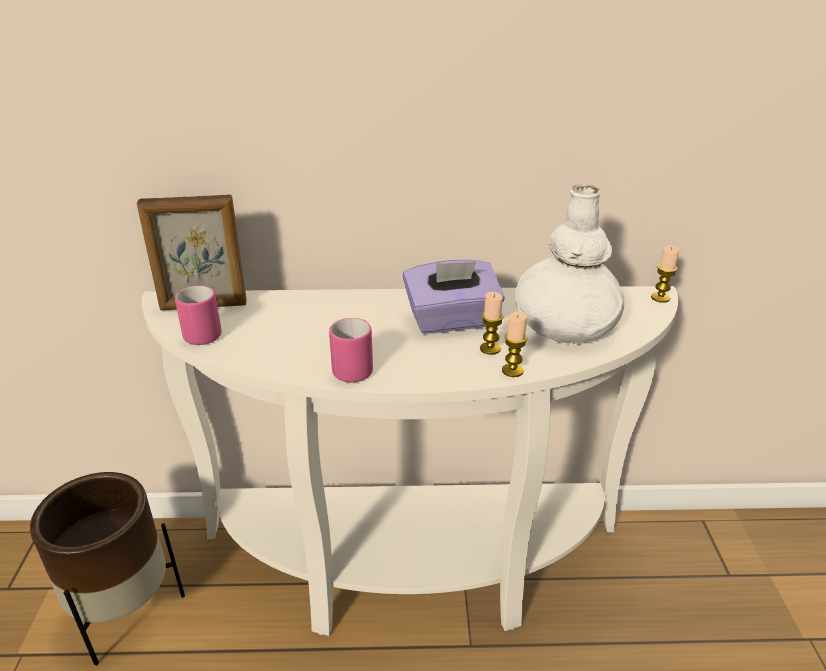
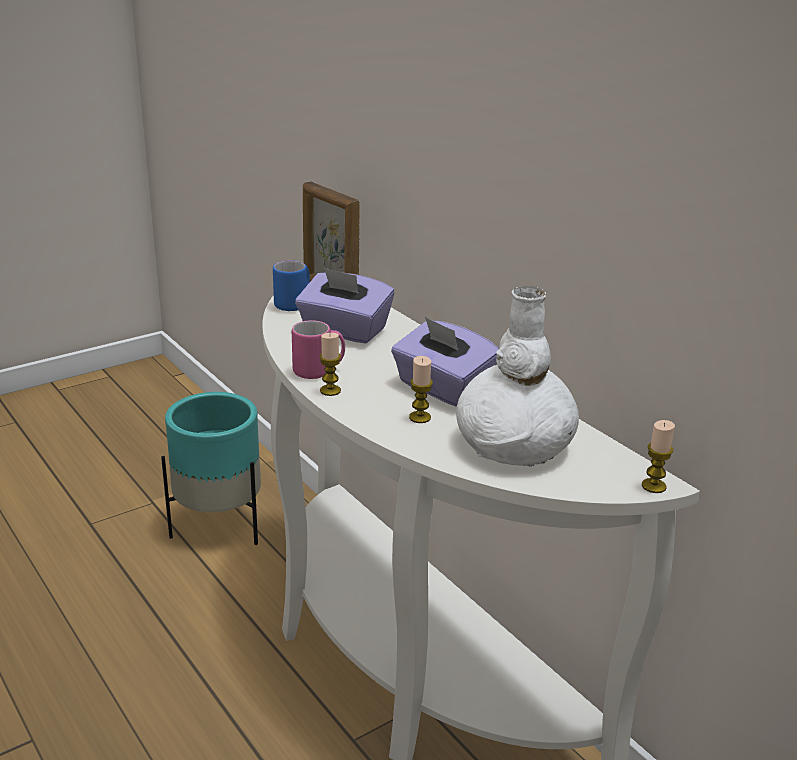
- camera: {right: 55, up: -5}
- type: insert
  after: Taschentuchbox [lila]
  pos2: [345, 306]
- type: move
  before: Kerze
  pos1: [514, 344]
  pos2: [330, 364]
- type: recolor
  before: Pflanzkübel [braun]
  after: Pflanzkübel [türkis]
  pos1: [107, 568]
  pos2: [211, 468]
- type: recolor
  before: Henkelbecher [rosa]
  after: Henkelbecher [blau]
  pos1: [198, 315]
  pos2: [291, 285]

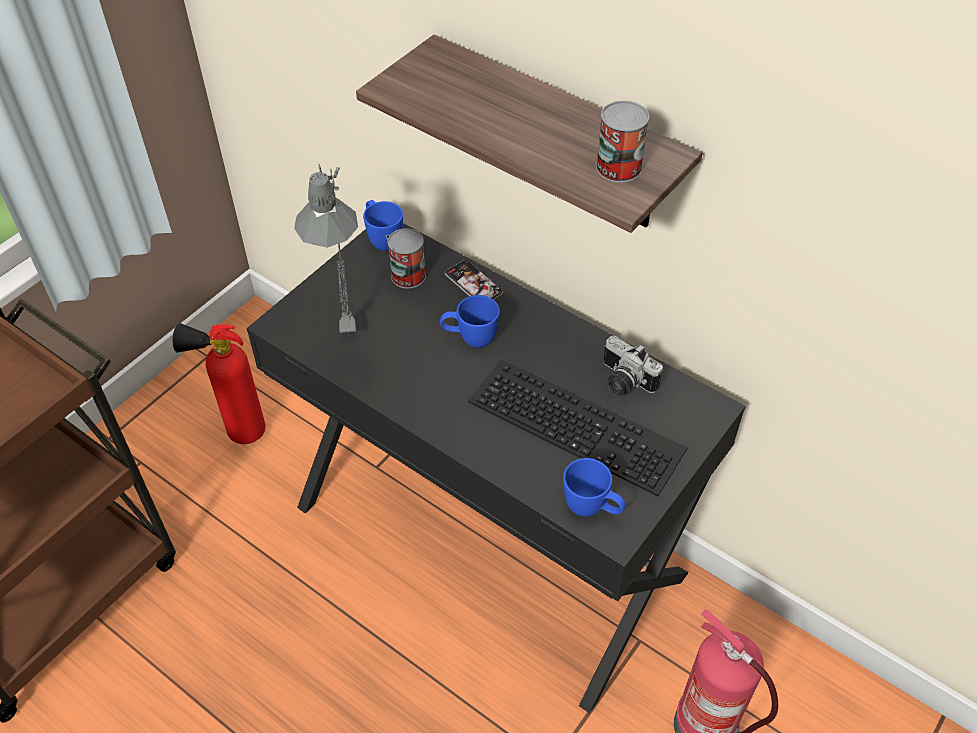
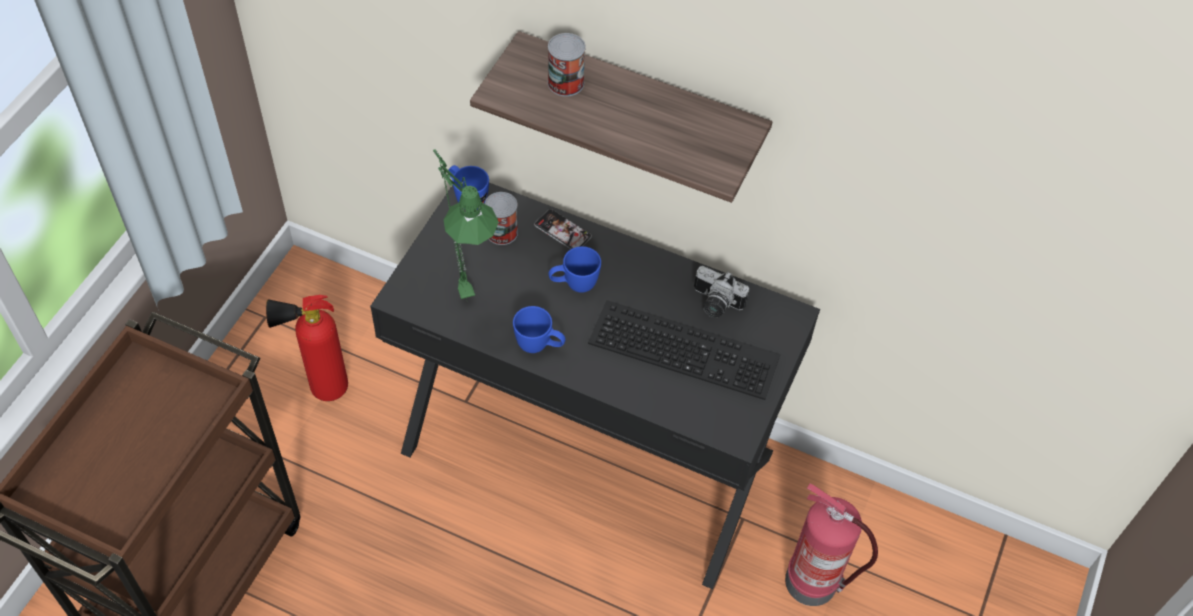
- camera: {right: -15, up: 5}
- type: move
  before: Henkelbecher [blau]
  pos1: [594, 487]
  pos2: [539, 329]
- type: move
  before: Dose
  pos1: [622, 142]
  pos2: [567, 65]
- type: recolor
  before: Tischlampe [grau]
  after: Tischlampe [grün]
  pos1: [326, 248]
  pos2: [465, 224]

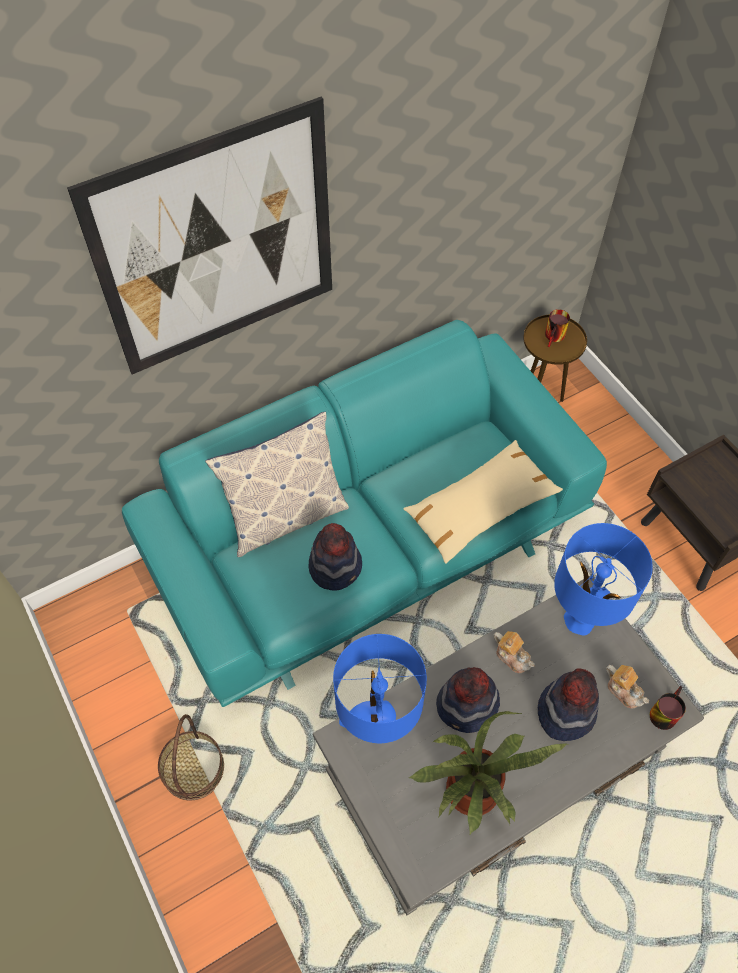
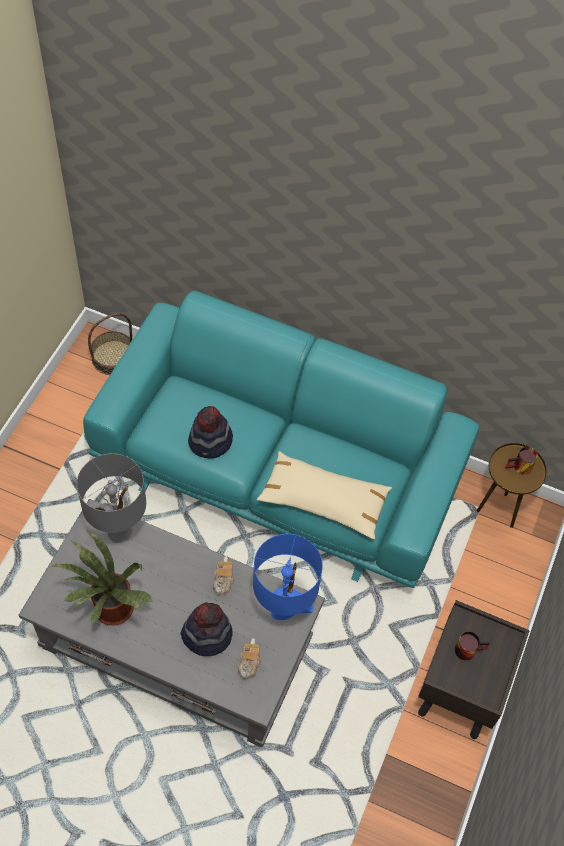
- camera: {right: 50, up: 0}
- type: delete
  before: Bild
  pos1: [199, 235]
- type: delete
  before: Kissen
  pos1: [277, 484]
- type: delete
  before: Hut
  pos1: [468, 700]
- type: move
  before: Korb
  pos1: [191, 757]
  pos2: [110, 344]
- type: move
  before: Henkelbecher
  pos1: [668, 708]
  pos2: [472, 645]
- type: recolor
  before: Tischlampe [blau]
  after: Tischlampe [grau]
  pos1: [380, 688]
  pos2: [111, 498]

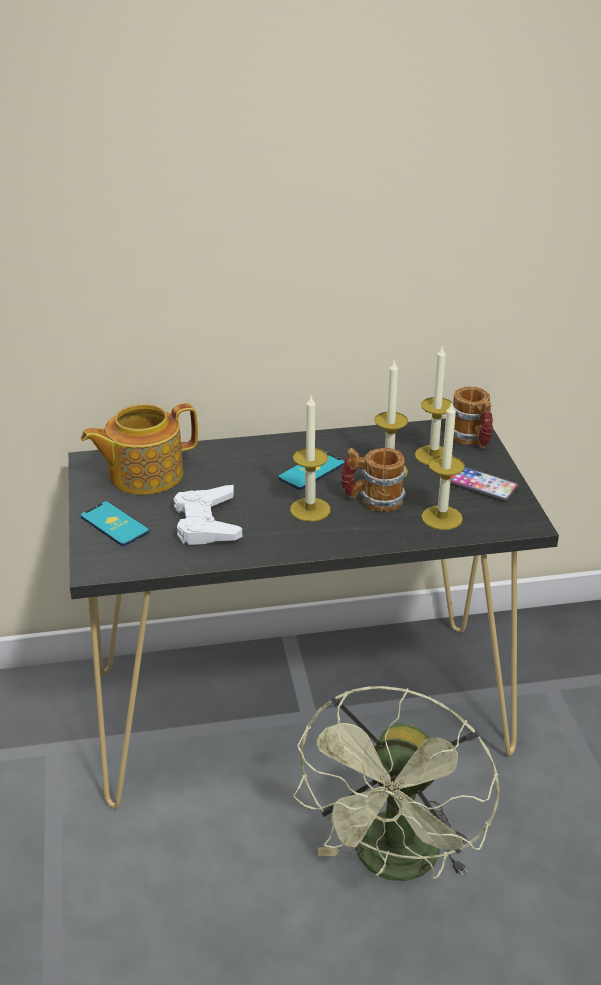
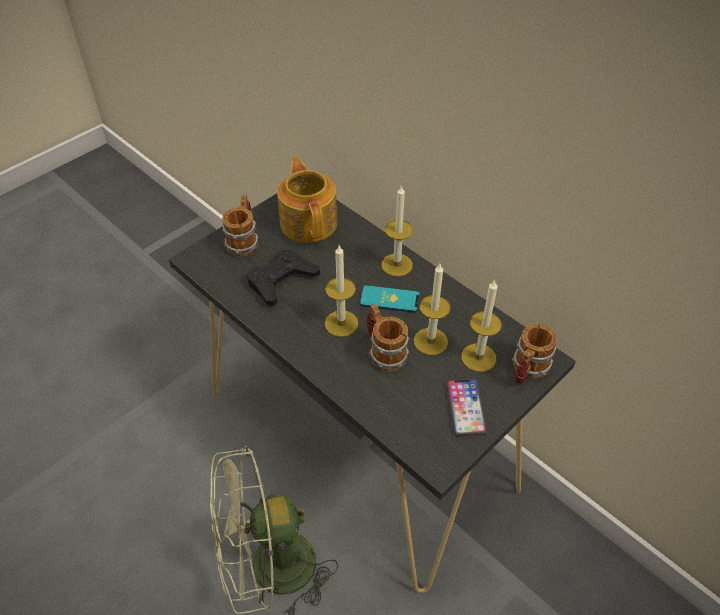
- camera: {right: 55, up: 15}
- type: move
  before: Kerze
  pos1: [443, 466]
  pos2: [397, 231]
- type: replace
  before: Handy
  after: Henkelbecher
  pos1: [115, 523]
  pos2: [240, 225]
- type: recolor
  before: Gamepad [weiß]
  after: Gamepad [schwarz]
  pos1: [208, 515]
  pos2: [283, 277]
- type: rotate
  before: Teekanne
  pos1: [139, 449]
  pos2: [307, 200]
  turn: 45

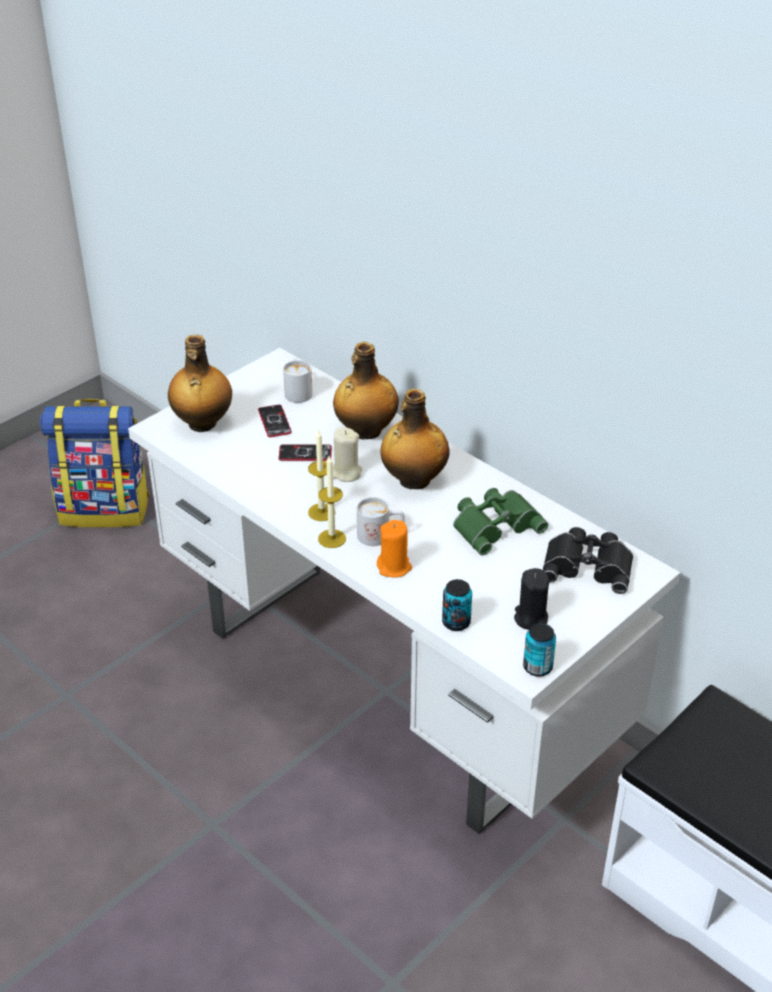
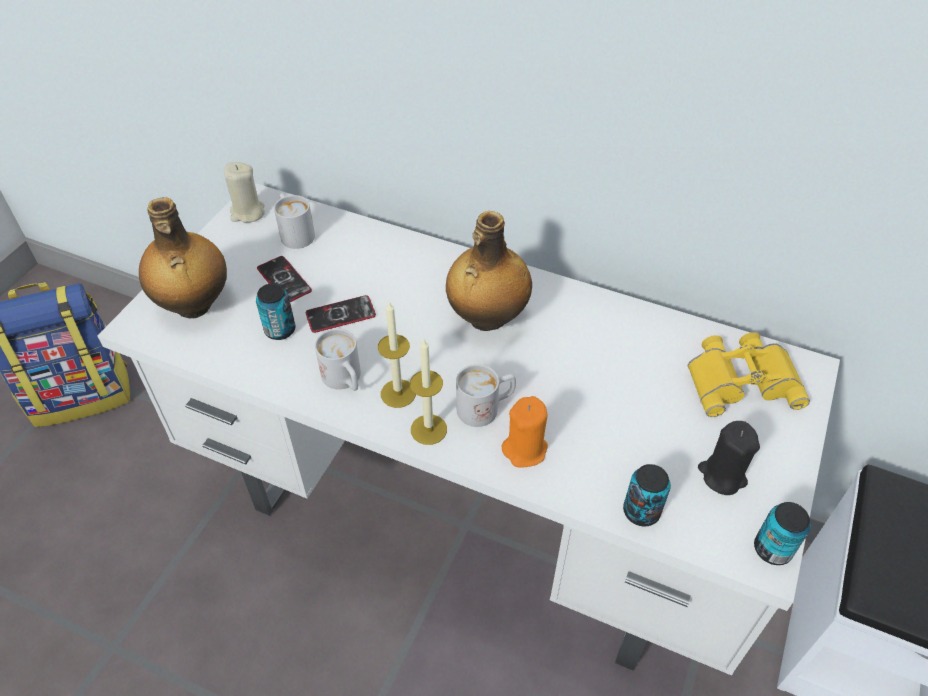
- camera: {right: -20, up: 10}
- type: delete
  before: Flasche
  pos1: [366, 390]
- type: delete
  before: Fernglas [grün]
  pos1: [500, 521]
- type: insert
  after: Dose
  pos2: [276, 311]
- type: insert
  after: Henkelbecher [weiß]
  pos2: [338, 360]
- type: move
  before: Kerze [beige]
  pos1: [348, 454]
  pos2: [244, 192]
- type: recolor
  before: Fernglas [schwarz]
  after: Fernglas [gelb]
  pos1: [588, 560]
  pos2: [749, 374]

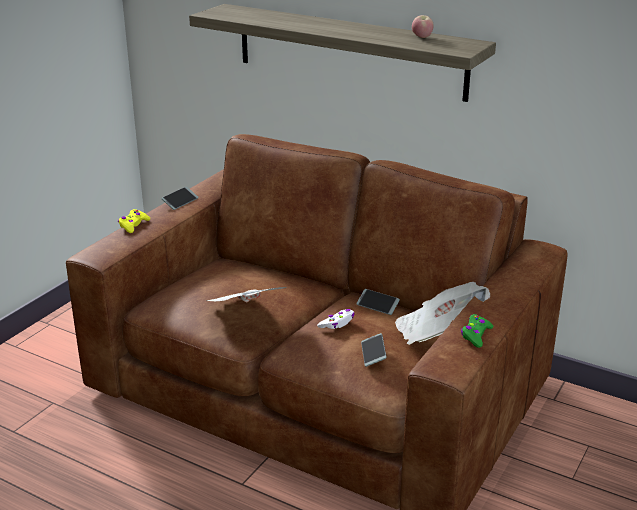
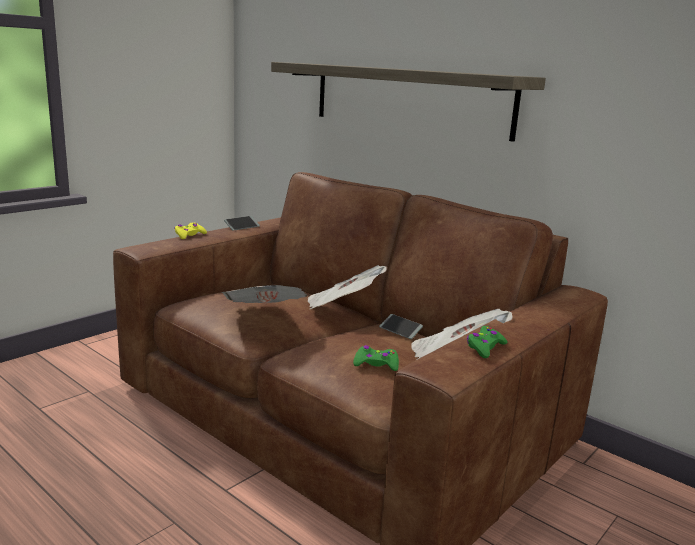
- camera: {right: 10, up: -10}
- type: delete
  before: Gamepad [weiß]
  pos1: [336, 319]
- type: delete
  before: Apfel
  pos1: [423, 26]
- type: insert
  after: Zeitung
  pos2: [347, 287]
- type: replace
  before: Handy
  after: Gamepad [grün]
  pos1: [374, 350]
  pos2: [376, 358]

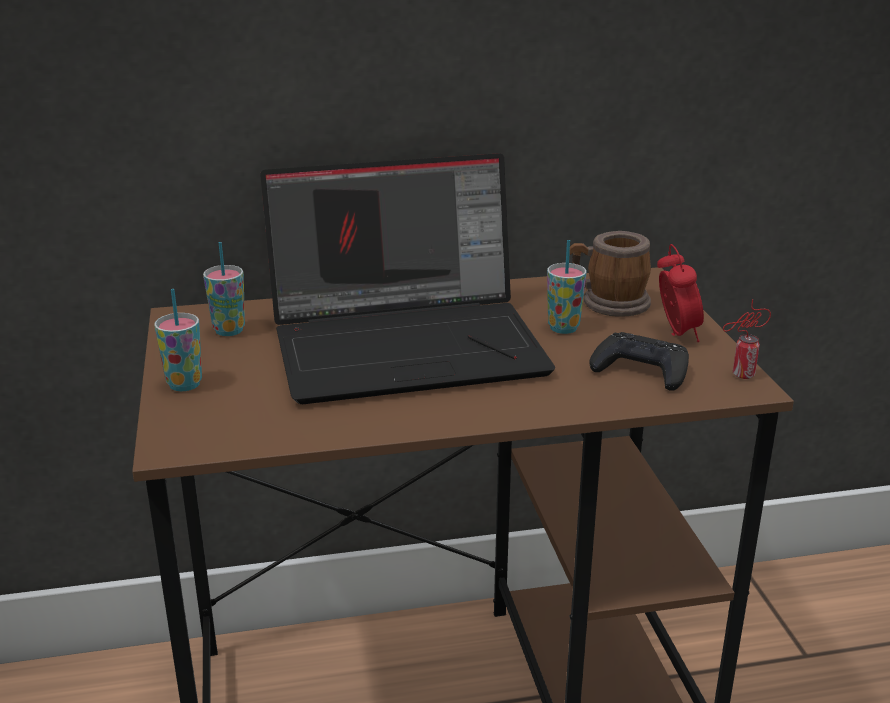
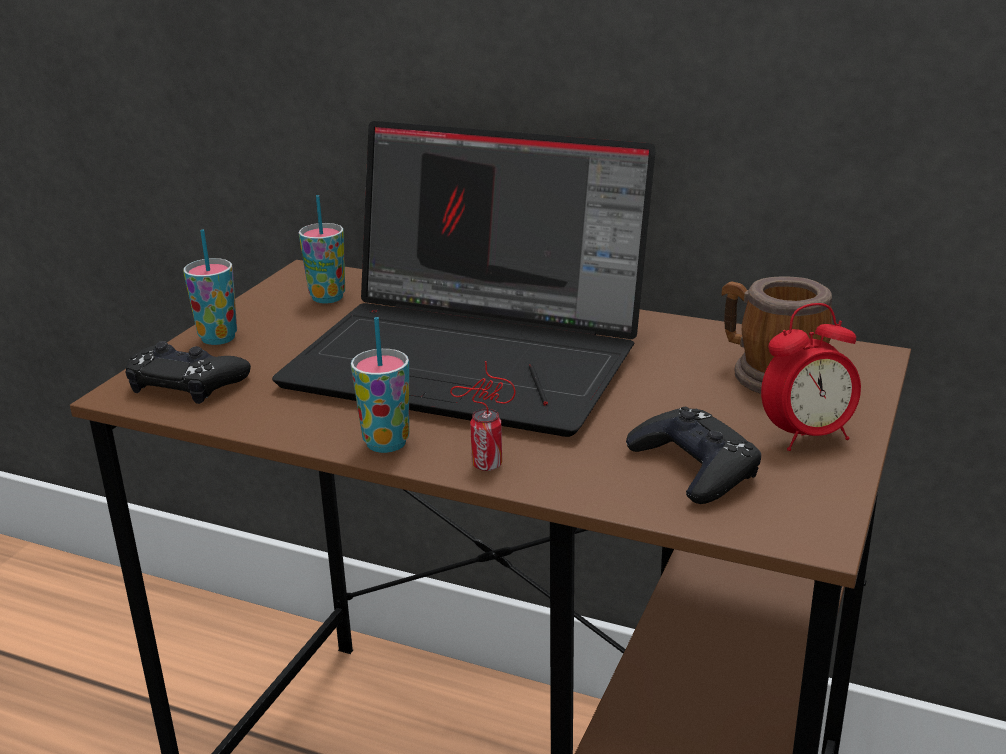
- camera: {right: 35, up: 0}
- type: insert
  after: Gamepad [schwarz]
  pos2: [188, 372]
- type: move
  before: Tasse
  pos1: [567, 287]
  pos2: [380, 385]
- type: move
  before: Dose
  pos1: [747, 339]
  pos2: [483, 416]
- type: rotate
  before: Wecker
  pos1: [680, 293]
  pos2: [811, 377]
  turn: 45

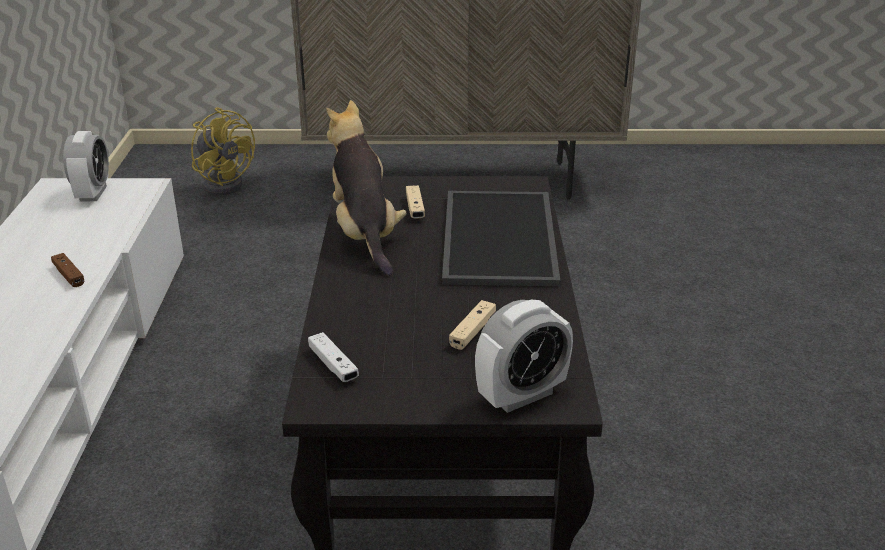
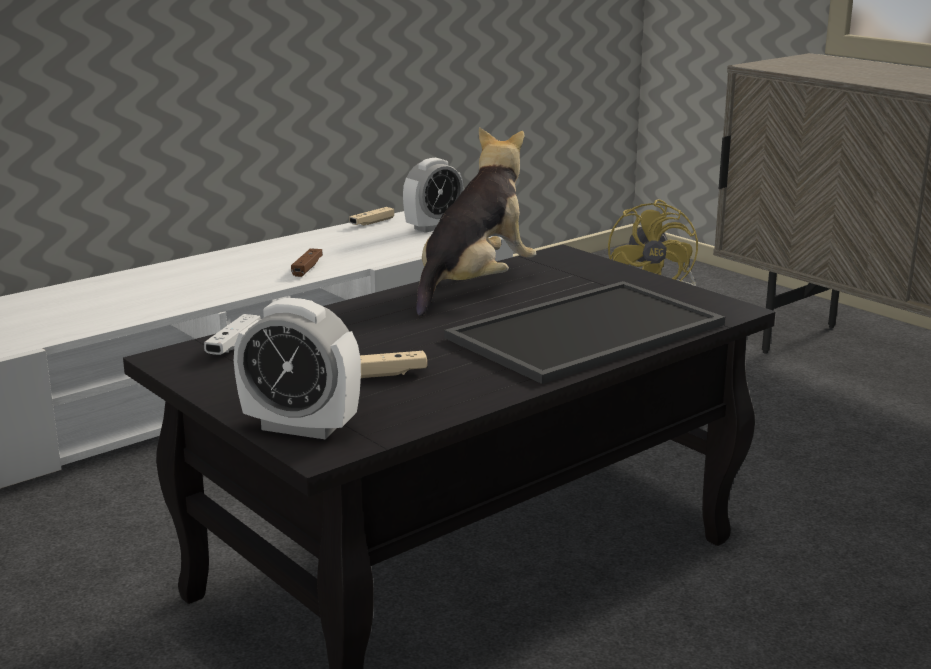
- camera: {right: 50, up: -10}
- type: move
  before: Gamepad [beige]
  pos1: [415, 202]
  pos2: [371, 216]

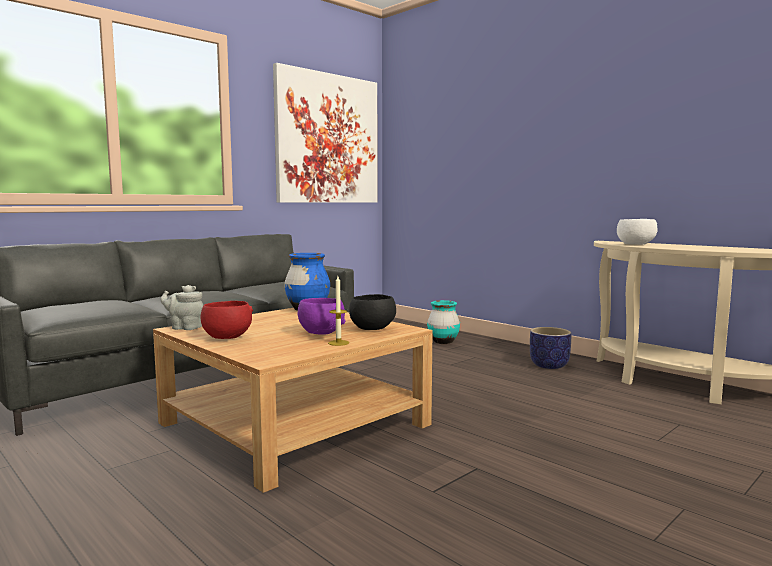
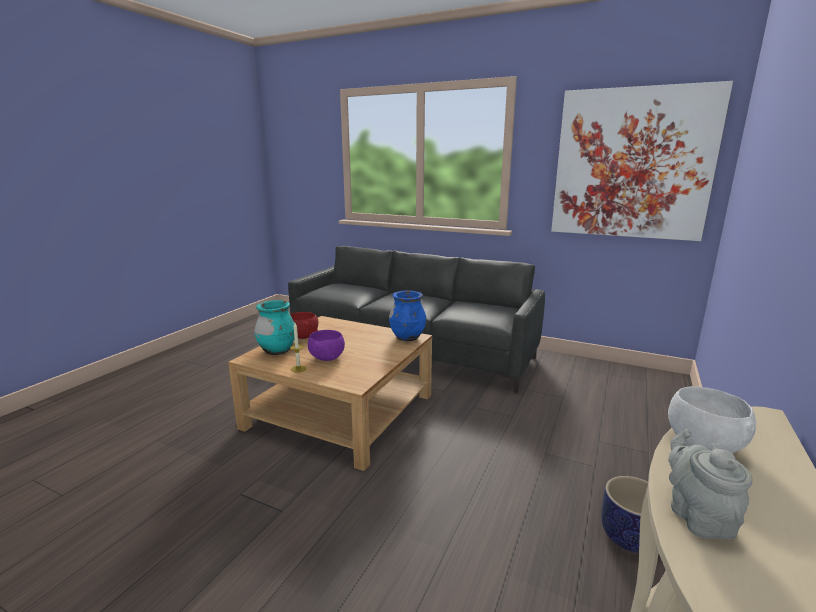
- camera: {right: 70, up: 10}
- type: delete
  before: Schüssel [schwarz]
  pos1: [372, 312]
- type: move
  before: Teekanne [grau]
  pos1: [182, 307]
  pos2: [710, 484]
- type: move
  before: Vase [türkis]
  pos1: [443, 322]
  pos2: [274, 327]

